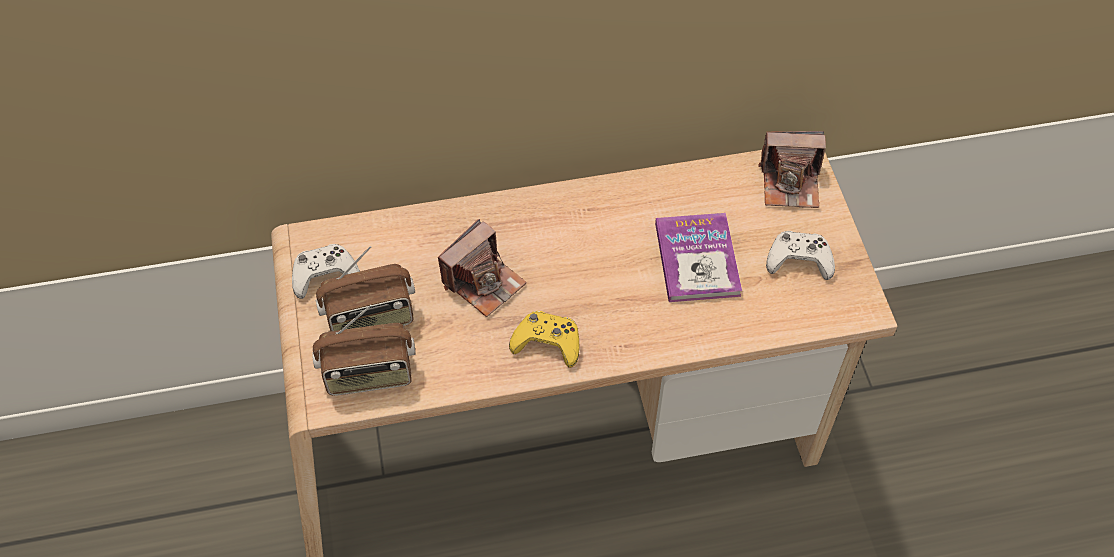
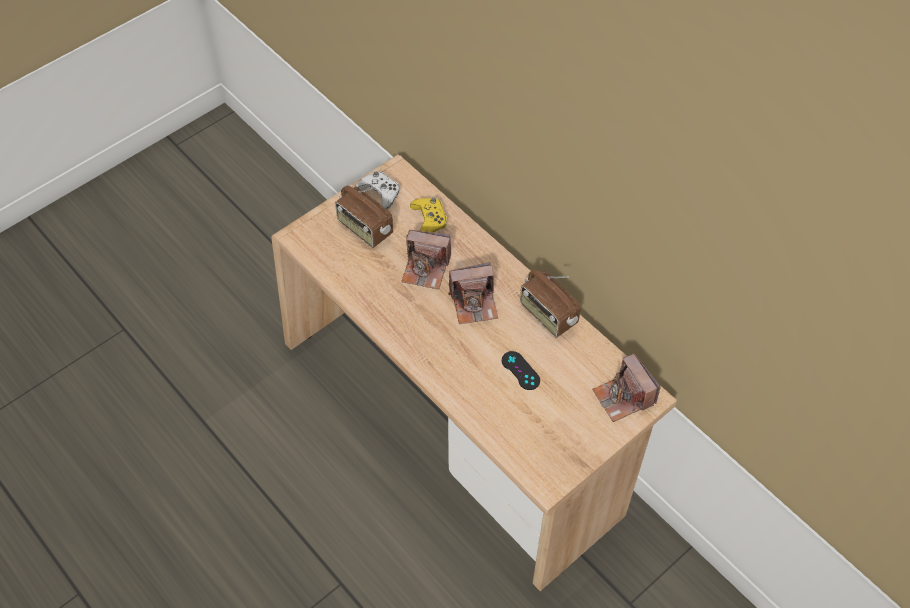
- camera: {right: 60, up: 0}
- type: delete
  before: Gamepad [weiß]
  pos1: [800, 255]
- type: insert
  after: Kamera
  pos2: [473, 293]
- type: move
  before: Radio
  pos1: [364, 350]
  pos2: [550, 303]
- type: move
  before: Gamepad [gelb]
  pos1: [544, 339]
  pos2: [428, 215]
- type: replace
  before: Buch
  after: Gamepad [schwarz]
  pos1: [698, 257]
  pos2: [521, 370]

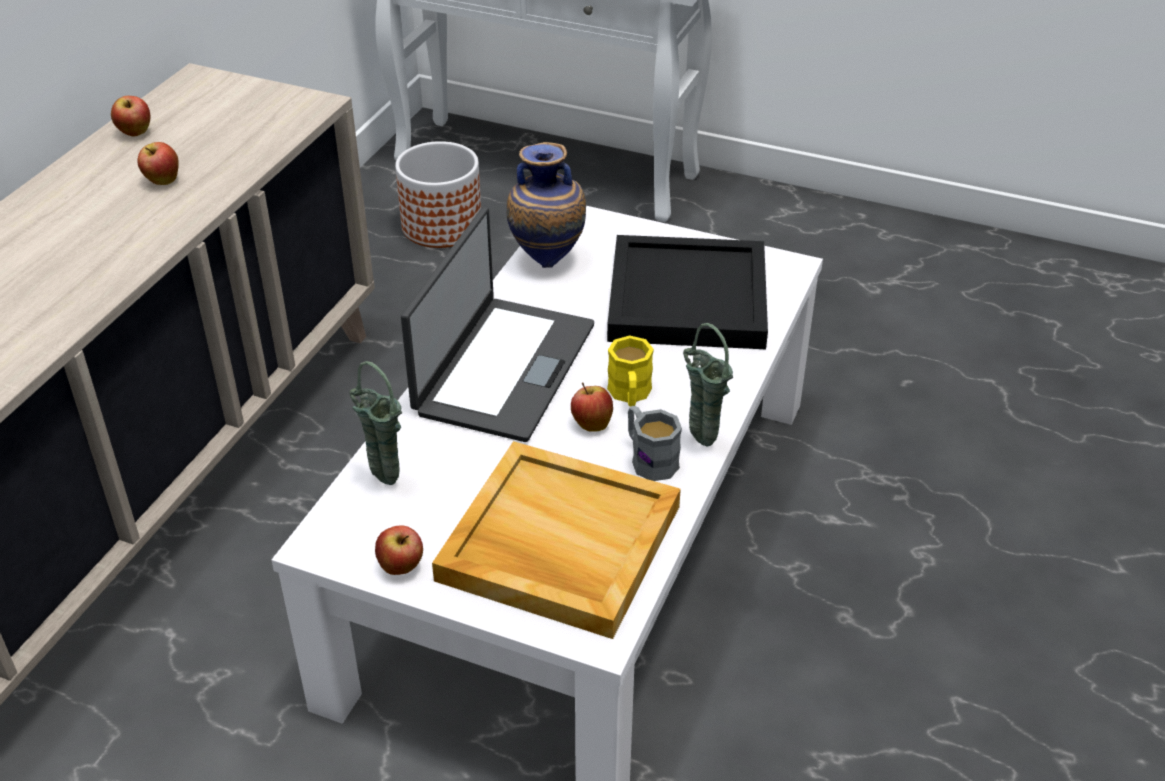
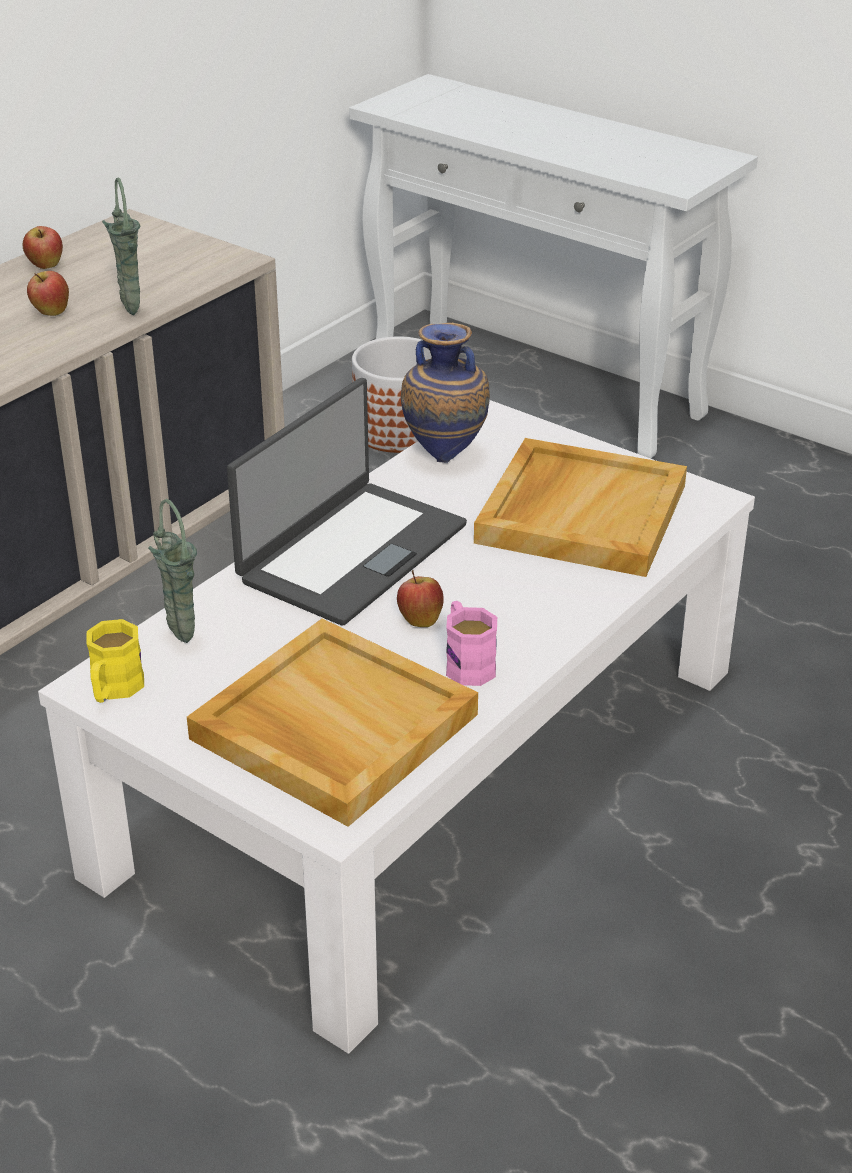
- camera: {right: 15, up: -5}
- type: delete
  before: Apfel
  pos1: [399, 550]
- type: move
  before: Henkelbecher [gelb]
  pos1: [630, 370]
  pos2: [115, 661]
- type: move
  before: Vase [grün]
  pos1: [708, 384]
  pos2: [121, 246]
- type: recolor
  before: Tablett [schwarz]
  after: Tablett [beige]
  pos1: [687, 292]
  pos2: [580, 507]
- type: recolor
  before: Henkelbecher [grau]
  after: Henkelbecher [rosa]
  pos1: [655, 443]
  pos2: [471, 643]

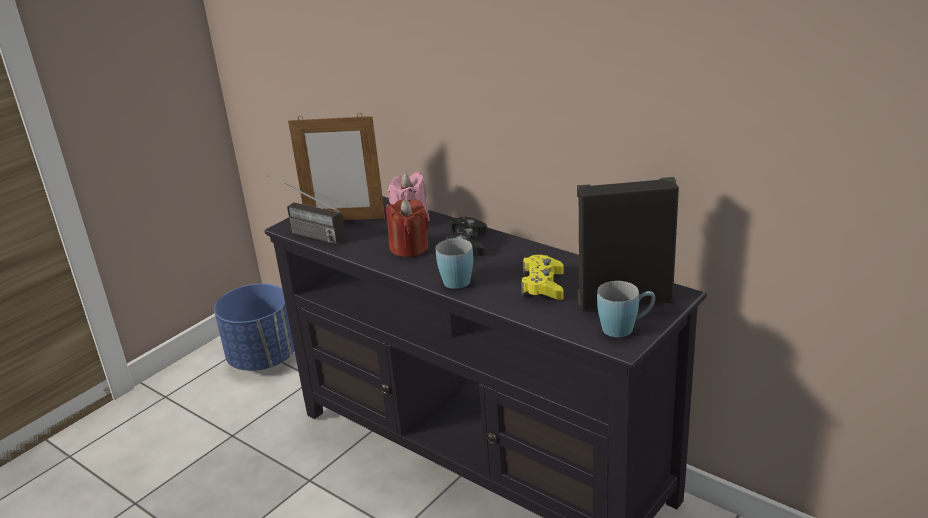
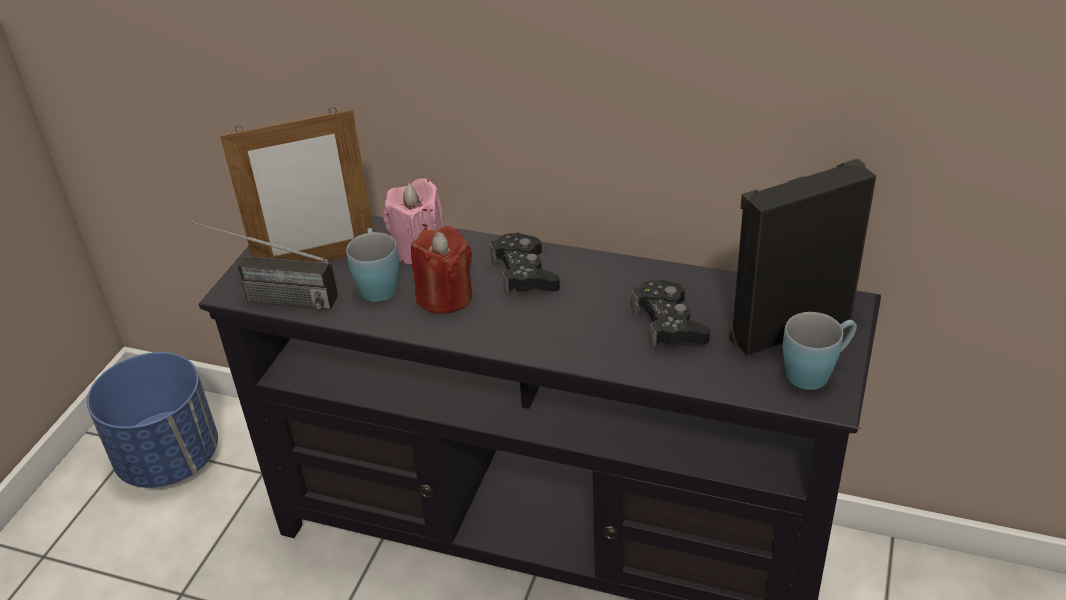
- camera: {right: -20, up: 10}
- type: move
  before: Henkelbecher [blau]
  pos1: [454, 262]
  pos2: [372, 265]
- type: recolor
  before: Gamepad [gelb]
  after: Gamepad [schwarz]
  pos1: [542, 277]
  pos2: [671, 314]

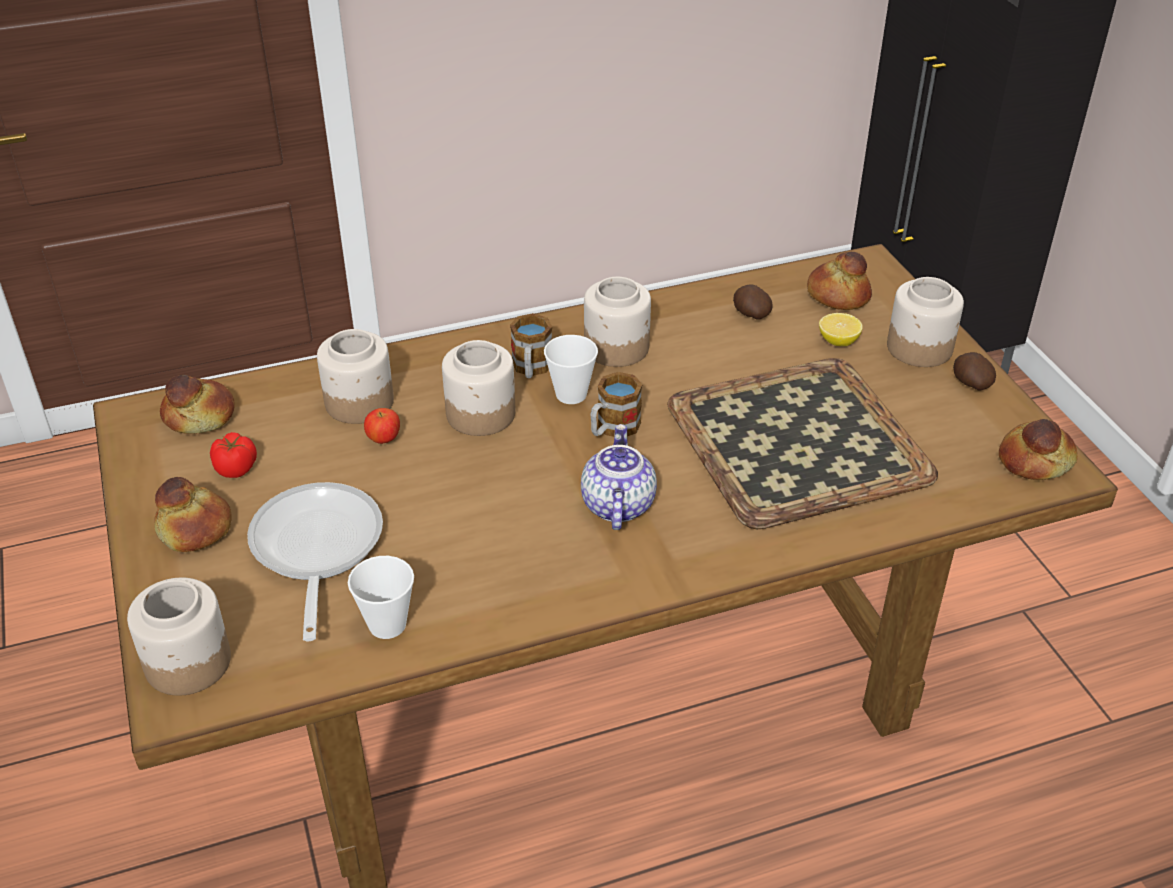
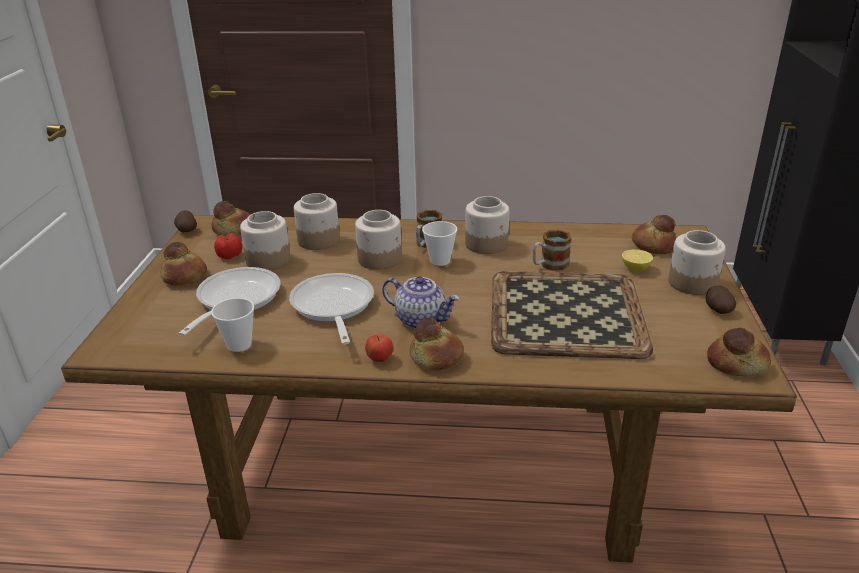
- camera: {right: 25, up: -10}
- type: insert
  after: Pfanne
  pos2: [331, 308]
- type: insert
  after: Brot
  pos2: [437, 344]
- type: move
  before: Vorratsglas
  pos1: [179, 637]
  pos2: [265, 240]
- type: move
  before: Apfel
  pos1: [382, 426]
  pos2: [379, 348]
- type: move
  before: Henkelbecher
  pos1: [616, 404]
  pos2: [552, 250]
- type: move
  before: Kartoffel
  pos1: [752, 302]
  pos2: [185, 221]
- type: rotate
  before: Teekanne
  pos1: [619, 477]
  pos2: [420, 302]
  turn: 90

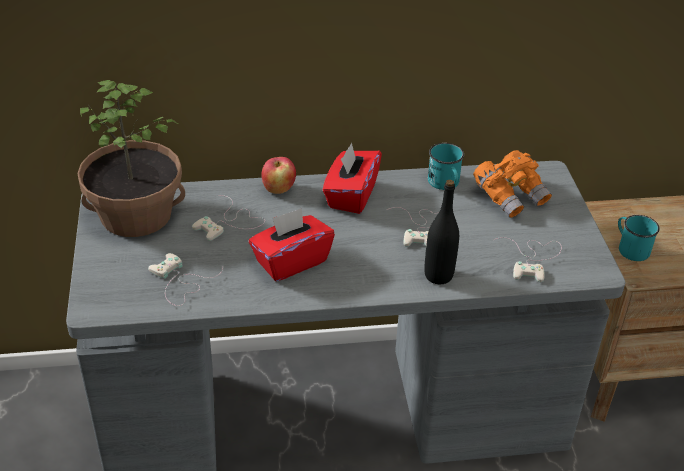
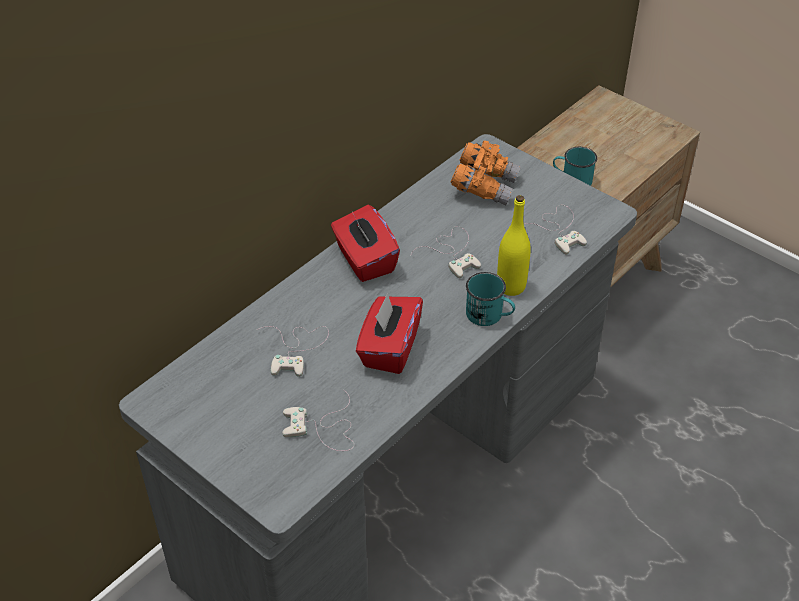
- camera: {right: -40, up: 5}
- type: delete
  before: Topfpflanze
  pos1: [131, 158]
- type: delete
  before: Apfel
  pos1: [278, 175]
- type: move
  before: Henkelbecher [türkis]
  pos1: [446, 166]
  pos2: [490, 299]
- type: recolor
  before: Flasche [schwarz]
  after: Flasche [gelb]
  pos1: [441, 232]
  pos2: [514, 245]

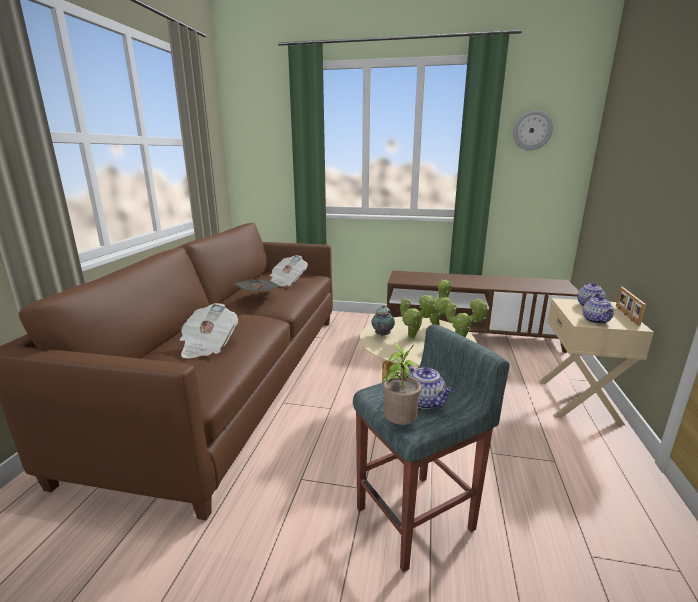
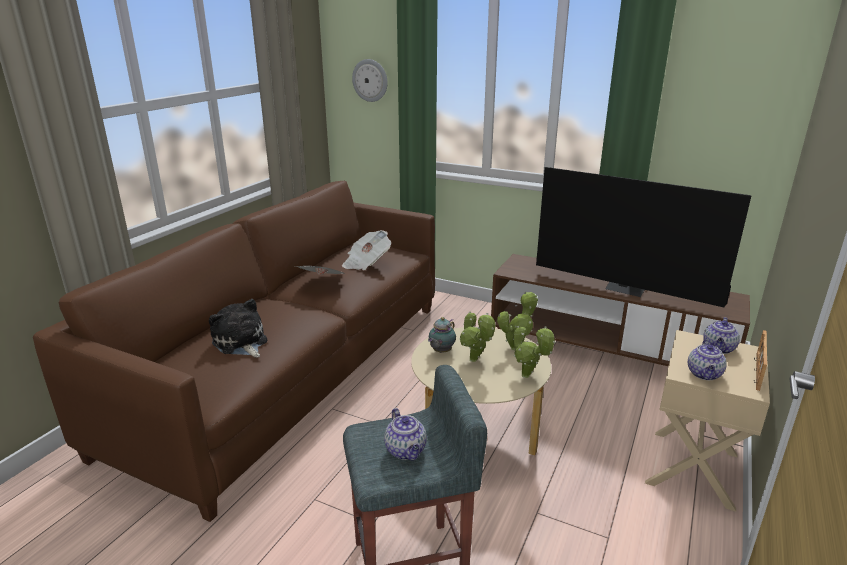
- camera: {right: 15, up: 5}
- type: delete
  before: Topfpflanze
  pos1: [401, 383]
- type: insert
  after: Fernseher
  pos2: [644, 237]
- type: move
  before: Wanduhr
  pos1: [533, 130]
  pos2: [370, 80]
- type: replace
  before: Zeitung
  after: Plüschtier
  pos1: [209, 330]
  pos2: [238, 328]

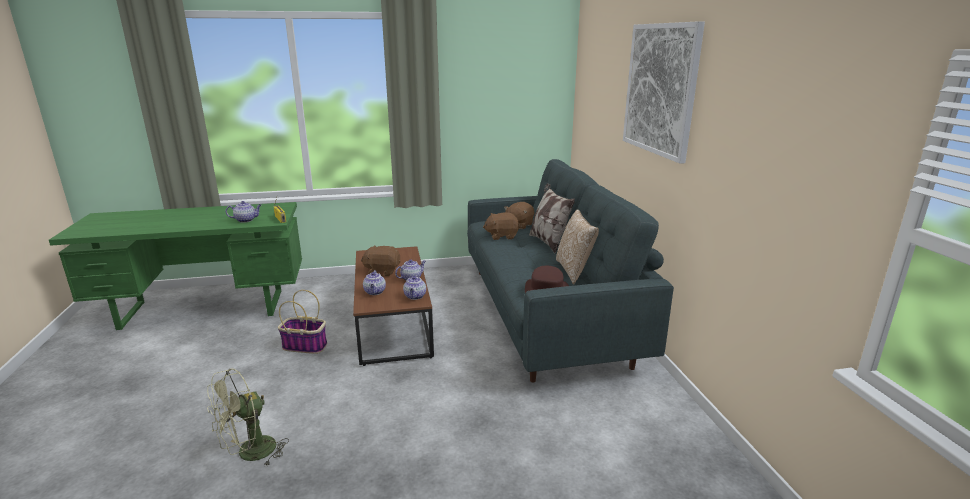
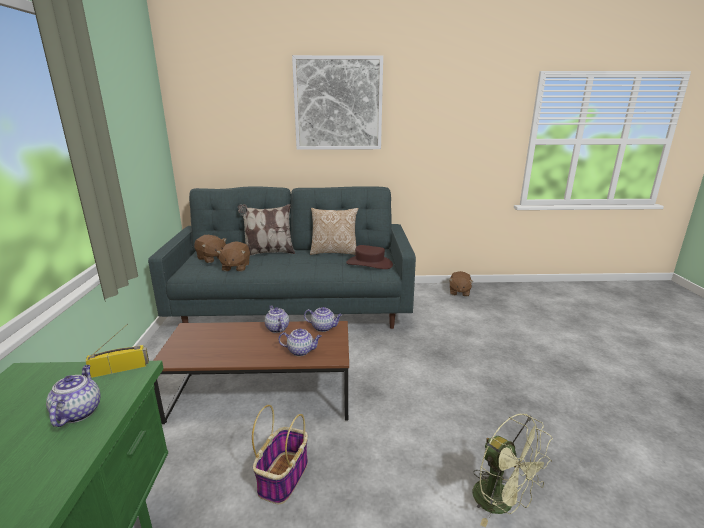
- camera: {right: -80, up: 0}
- type: move
  before: Plüschtier [braun]
  pos1: [381, 260]
  pos2: [461, 284]

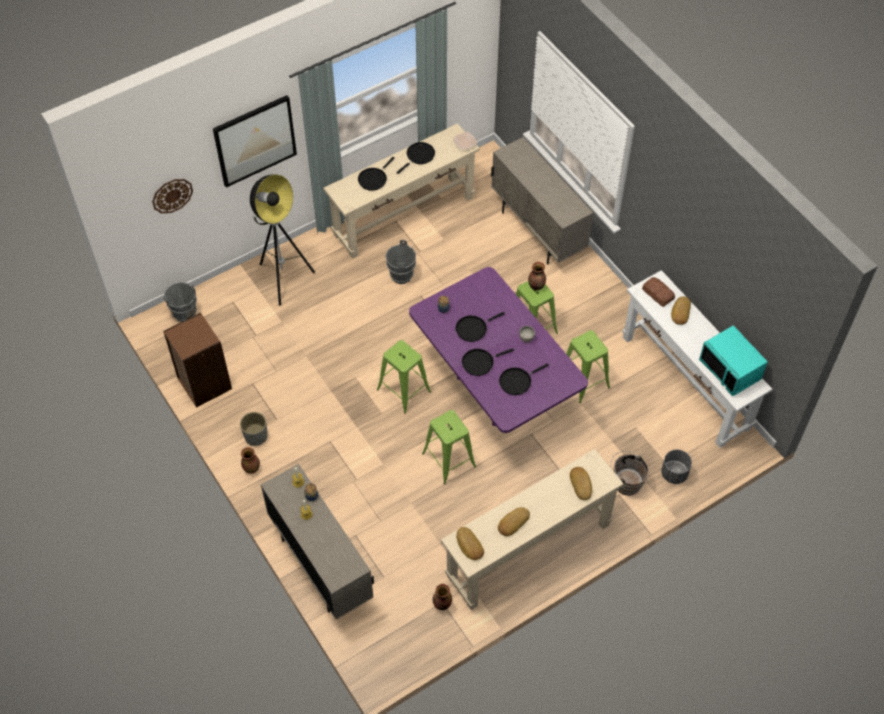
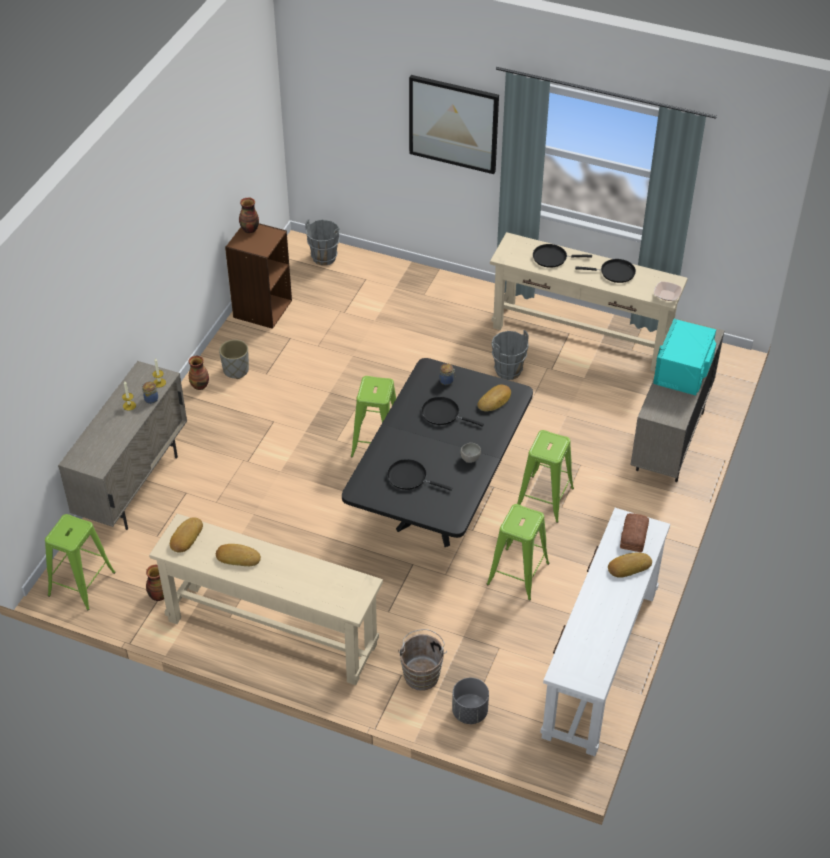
- camera: {right: 55, up: -10}
- type: delete
  before: Wanduhr
  pos1: [172, 196]
- type: delete
  before: Stehlampe
  pos1: [282, 239]
- type: delete
  before: Pfanne [schwarz]
  pos1: [488, 362]
- type: move
  before: Hocker [grün]
  pos1: [449, 447]
  pos2: [80, 562]
- type: move
  before: Vase
  pos1: [537, 276]
  pos2: [249, 216]
- type: move
  before: Brot
  pos1: [581, 483]
  pos2: [494, 398]
- type: move
  before: Mikrowelle [türkis]
  pos1: [733, 360]
  pos2: [684, 357]
- type: recolor
  before: Esstisch [lila]
  after: Esstisch [schwarz]
  pos1: [498, 350]
  pos2: [437, 452]

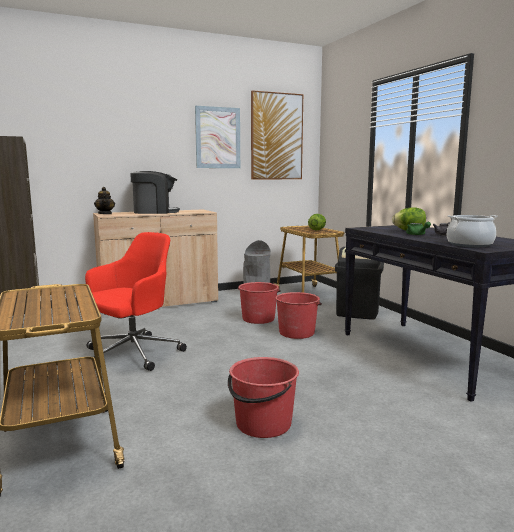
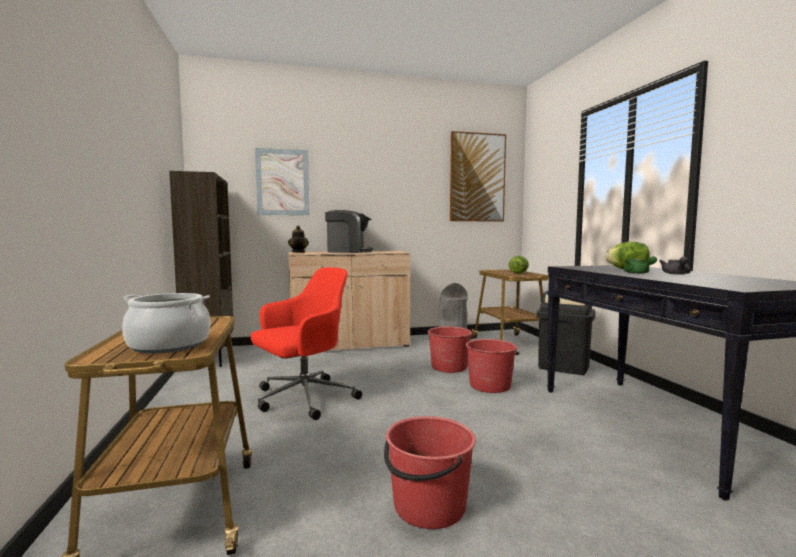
- camera: {right: 10, up: -5}
- type: move
  before: Bild
  pos1: [217, 137]
  pos2: [282, 181]
- type: move
  before: Kochtopf
  pos1: [472, 231]
  pos2: [166, 323]

